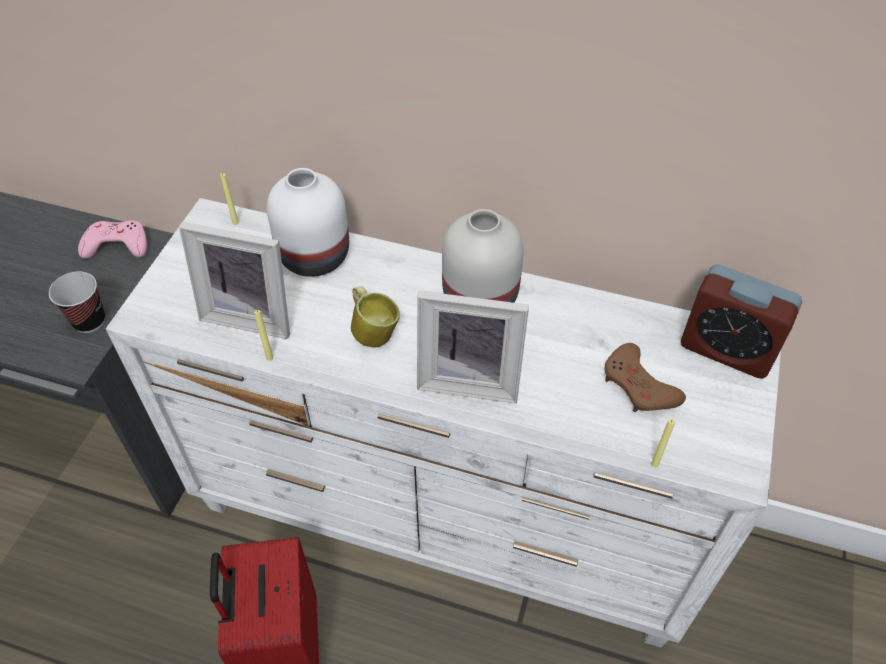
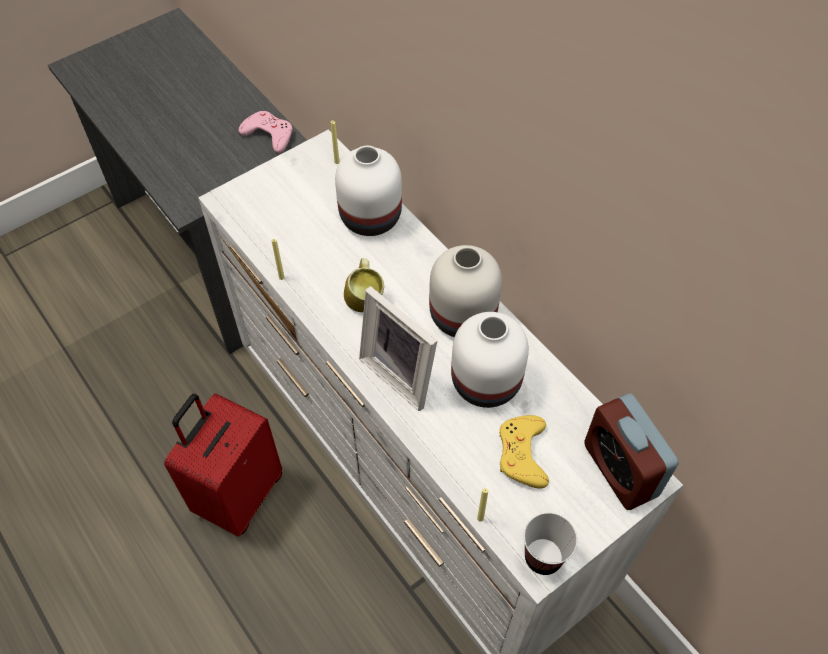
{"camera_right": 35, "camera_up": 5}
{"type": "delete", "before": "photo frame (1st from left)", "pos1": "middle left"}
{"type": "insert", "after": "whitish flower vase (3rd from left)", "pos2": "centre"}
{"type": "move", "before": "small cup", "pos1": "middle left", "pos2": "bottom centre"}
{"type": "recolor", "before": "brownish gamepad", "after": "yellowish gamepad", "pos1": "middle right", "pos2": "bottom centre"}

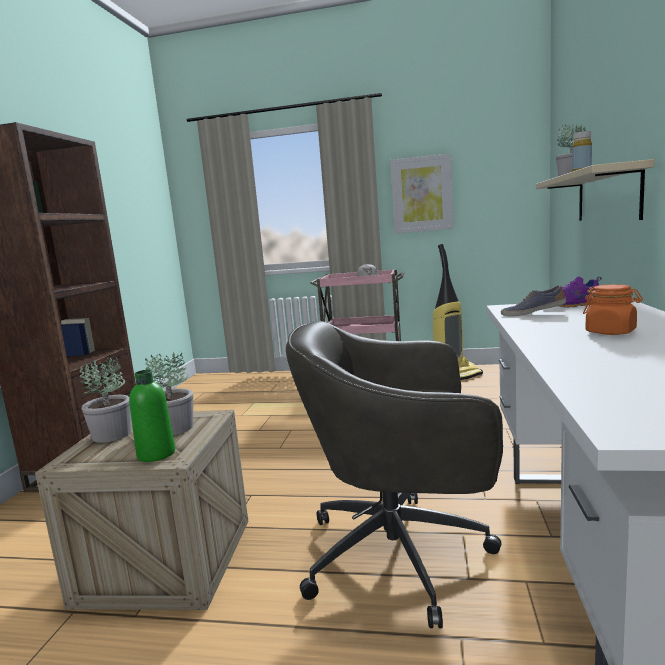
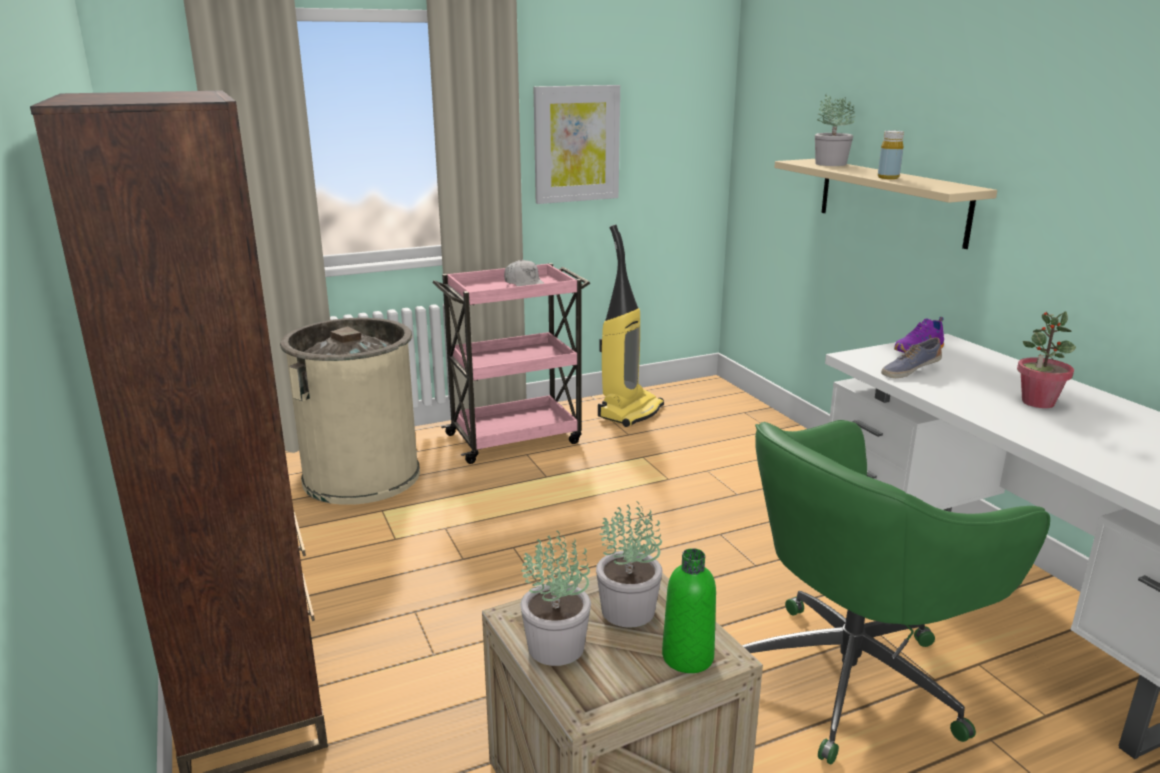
{"camera_right": -35, "camera_up": 10}
{"type": "insert", "after": "sand-coloured rubbish bin", "pos2": "middle left"}
{"type": "replace", "before": "orange-coloured jar", "after": "plant in a pot (4th from left)", "pos1": "middle right", "pos2": "middle right"}
{"type": "recolor", "before": "gray office chair", "after": "greenish office chair", "pos1": "bottom centre", "pos2": "bottom right"}

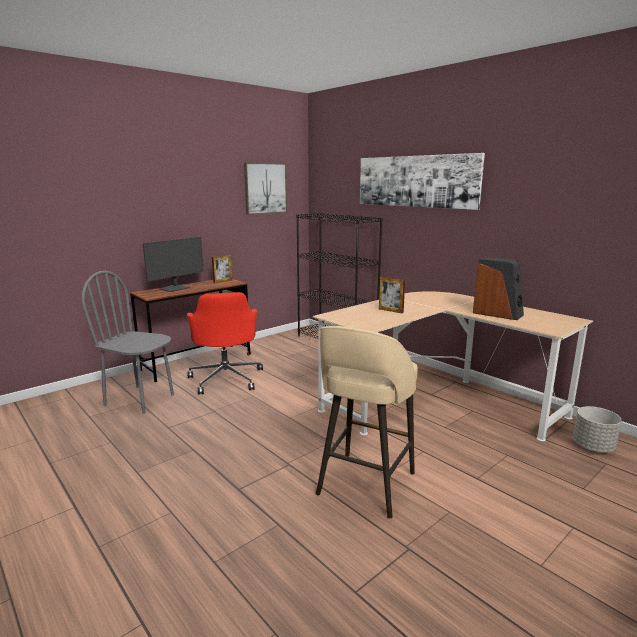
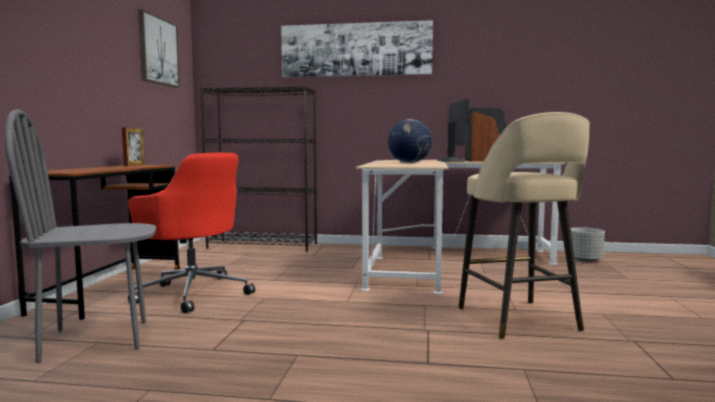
{"camera_right": -40, "camera_up": -10}
{"type": "move", "before": "computer display", "pos1": "middle left", "pos2": "top centre"}
{"type": "replace", "before": "photo frame (2nd from left)", "after": "desk globe", "pos1": "centre", "pos2": "centre"}

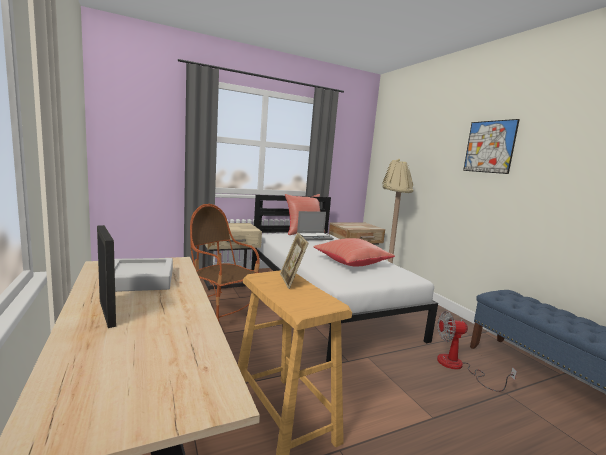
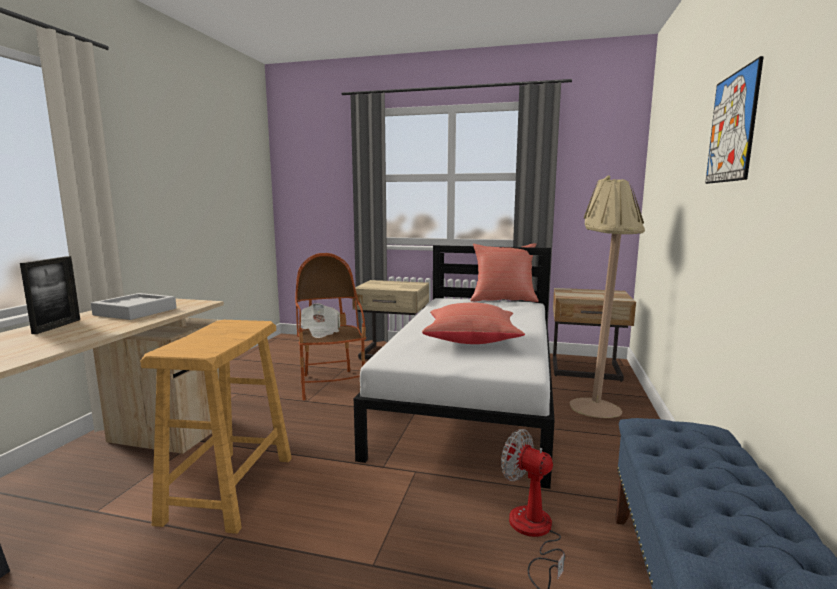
{"camera_right": 40, "camera_up": 0}
{"type": "delete", "before": "photo frame (2nd from left)", "pos1": "centre"}
{"type": "delete", "before": "portable computer", "pos1": "centre"}
{"type": "insert", "after": "daily paper", "pos2": "centre"}

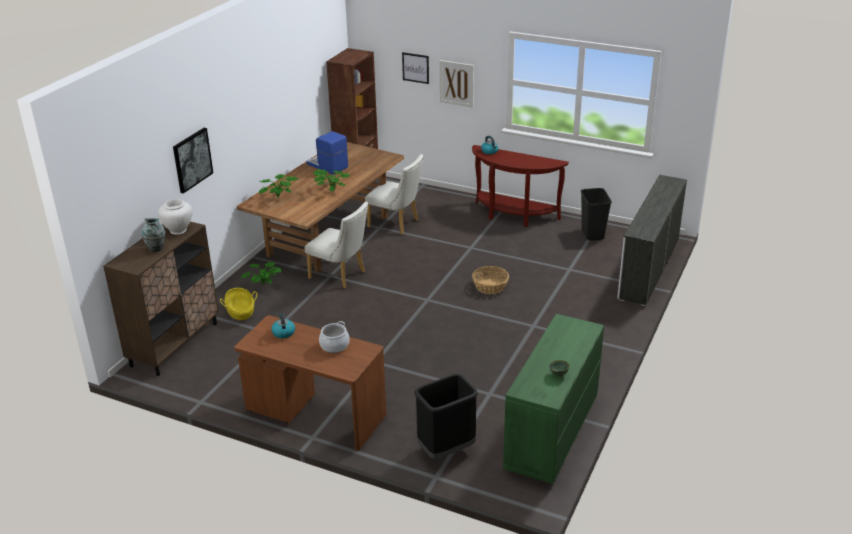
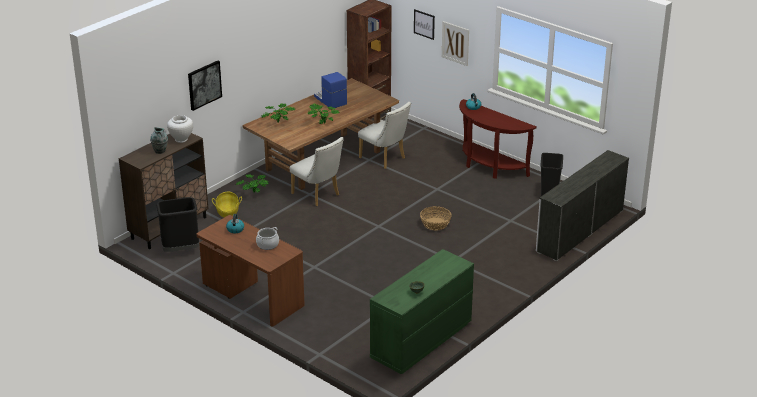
{"camera_right": 15, "camera_up": 0}
{"type": "move", "before": "black rubbish bin (1st from left)", "pos1": "bottom centre", "pos2": "middle left"}

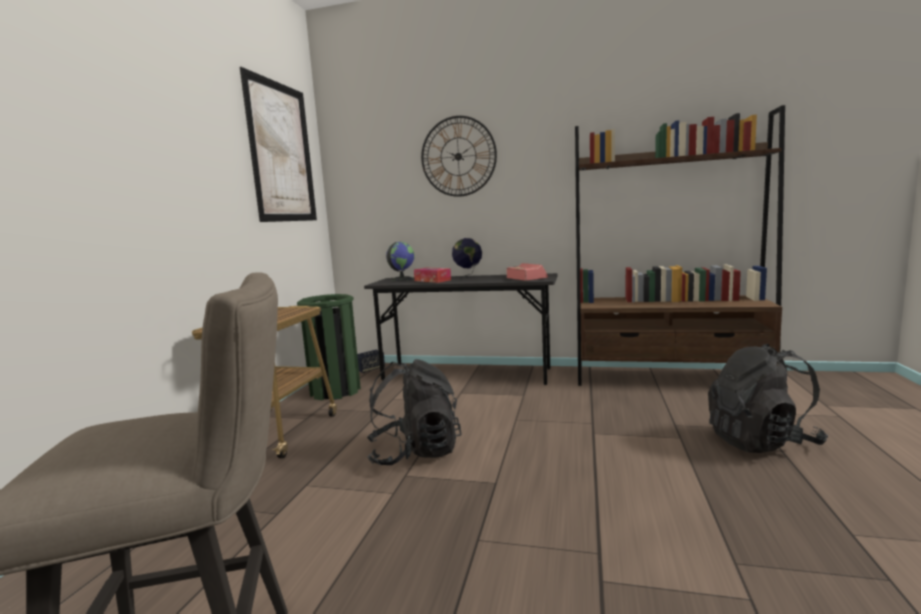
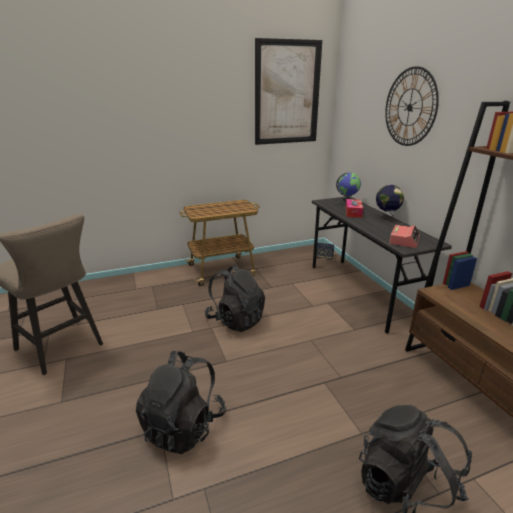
{"camera_right": 55, "camera_up": 15}
{"type": "delete", "before": "greenish rubbish bin", "pos1": "centre"}
{"type": "insert", "after": "black backpack (1st from left)", "pos2": "bottom centre"}

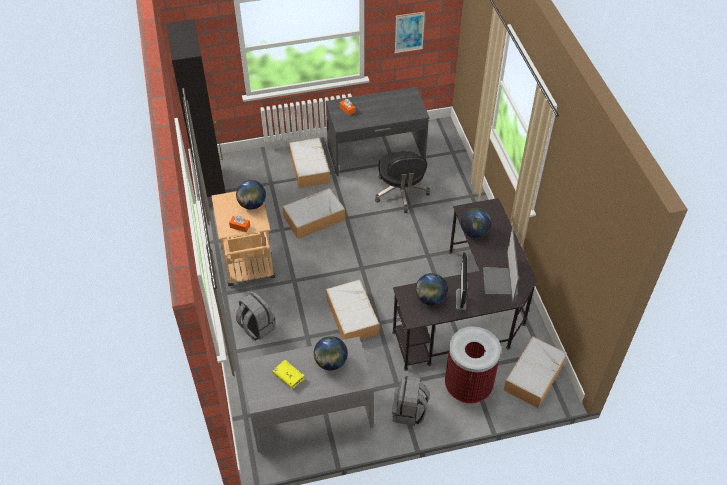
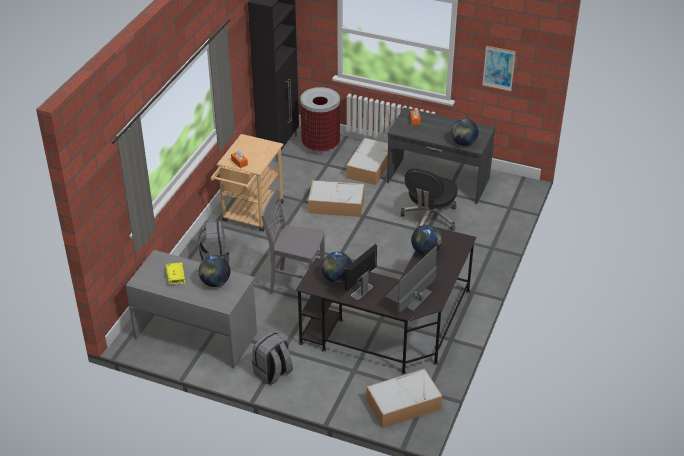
{"camera_right": 35, "camera_up": -10}
{"type": "move", "before": "desk globe (1st from left in the first image)", "after": "desk globe (4th from left)", "pos1": "centre", "pos2": "top right"}
{"type": "move", "before": "rubbish bin", "pos1": "bottom centre", "pos2": "top centre"}
{"type": "replace", "before": "storage box (3rd from left)", "after": "gray upright chair", "pos1": "centre", "pos2": "centre"}

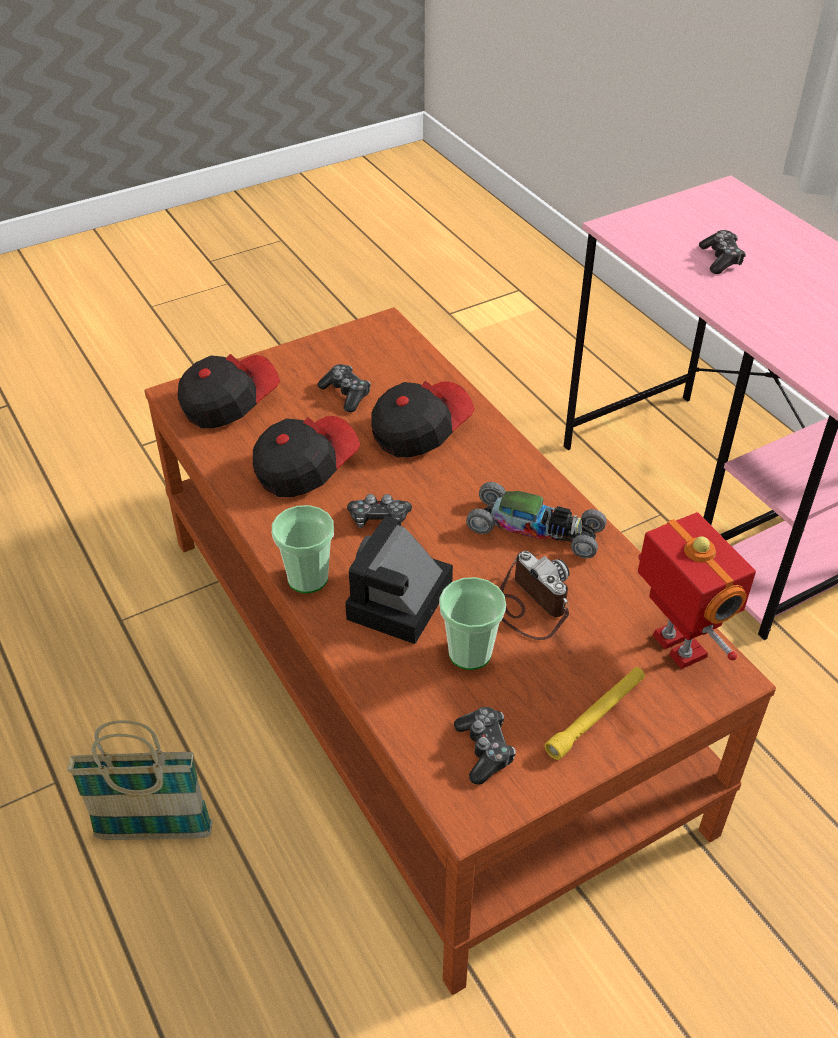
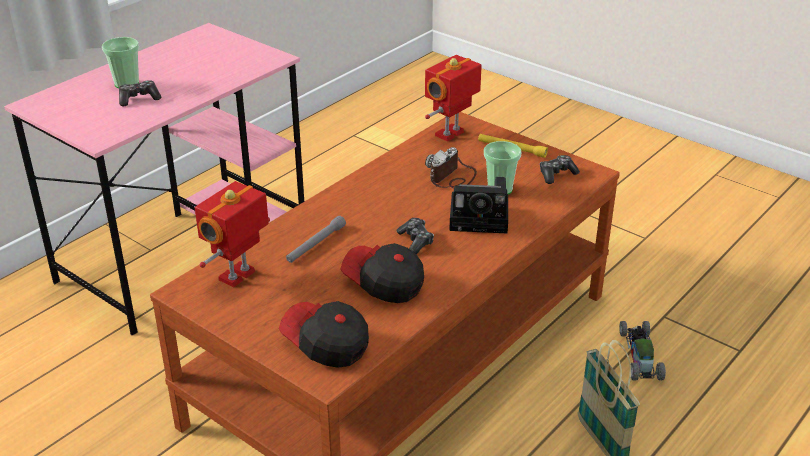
{"camera_right": -110, "camera_up": -10}
{"type": "delete", "before": "gamepad (1st from left)", "pos1": "centre"}
{"type": "insert", "after": "toy robot (1st from left)", "pos2": "middle left"}
{"type": "move", "before": "small cup (1st from left)", "pos1": "centre", "pos2": "top left"}
{"type": "move", "before": "toy car", "pos1": "centre", "pos2": "bottom right"}
{"type": "replace", "before": "peaked cap (3rd from left)", "after": "gray hand torch", "pos1": "centre", "pos2": "centre"}

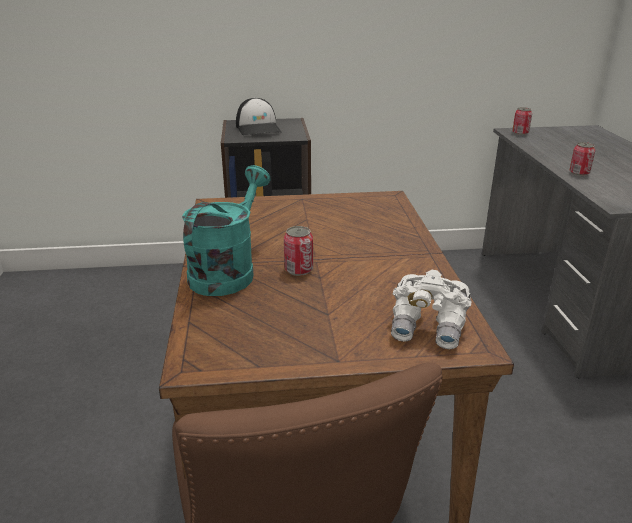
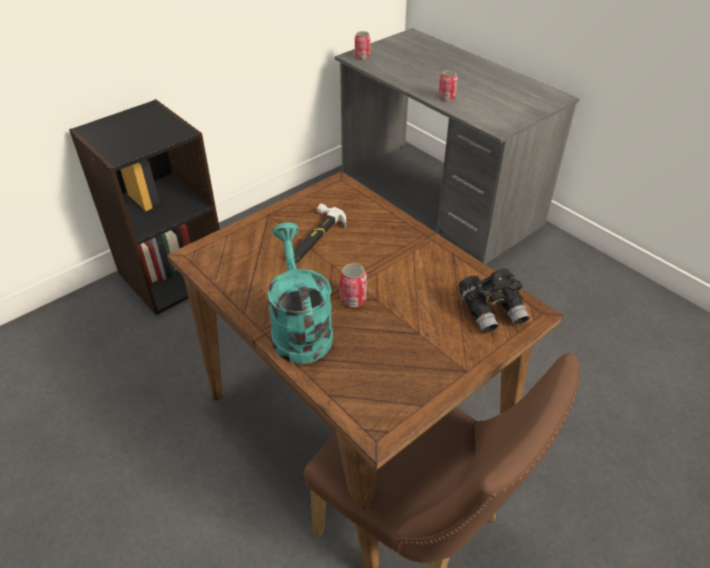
{"camera_right": -35, "camera_up": 15}
{"type": "delete", "before": "peaked cap", "pos1": "top centre"}
{"type": "insert", "after": "hand hammer", "pos2": "centre"}
{"type": "recolor", "before": "whitish pair of binoculars", "after": "black pair of binoculars", "pos1": "middle right", "pos2": "middle right"}

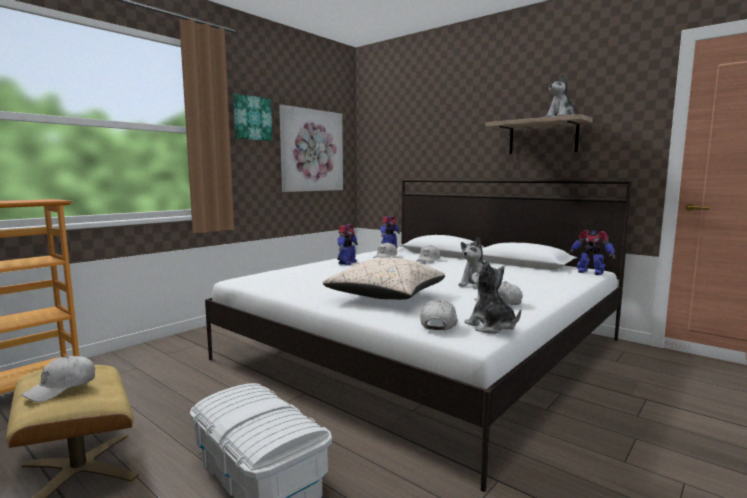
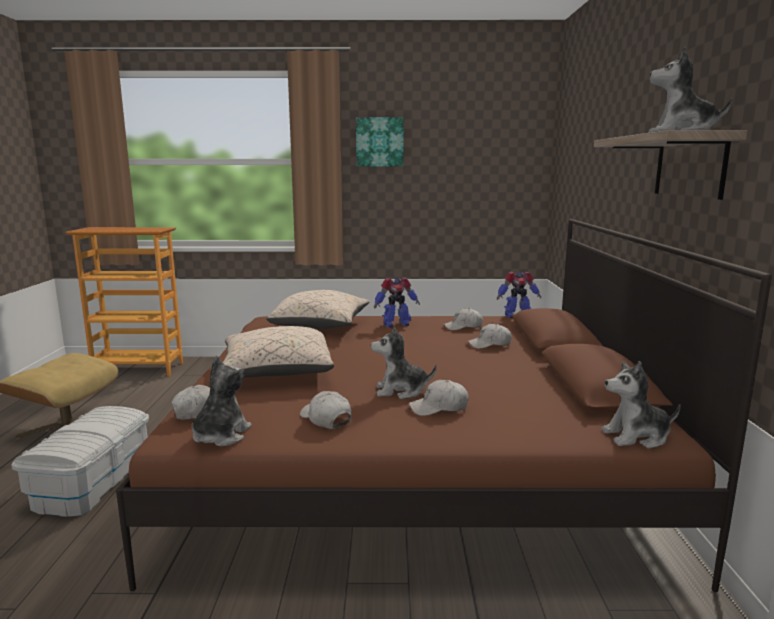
{"camera_right": 50, "camera_up": 5}
{"type": "delete", "before": "picture (2nd from left)", "pos1": "top centre"}
{"type": "insert", "after": "sand-coloured cushion (2nd from left)", "pos2": "centre"}
{"type": "move", "before": "whitish peaked cap (1st from left in the first image)", "after": "whitish peaked cap (3rd from left)", "pos1": "bottom left", "pos2": "centre"}
{"type": "replace", "before": "toy robot (3rd from left)", "after": "soft toy (3rd from left)", "pos1": "middle right", "pos2": "middle right"}
{"type": "recolor", "before": "whitish sleeping bed", "after": "brownish sleeping bed", "pos1": "bottom centre", "pos2": "centre"}

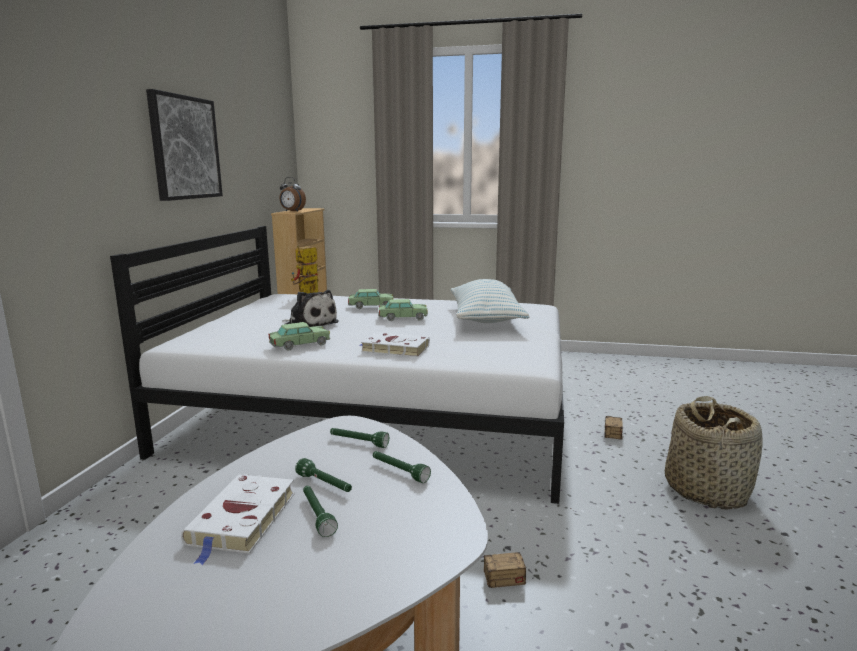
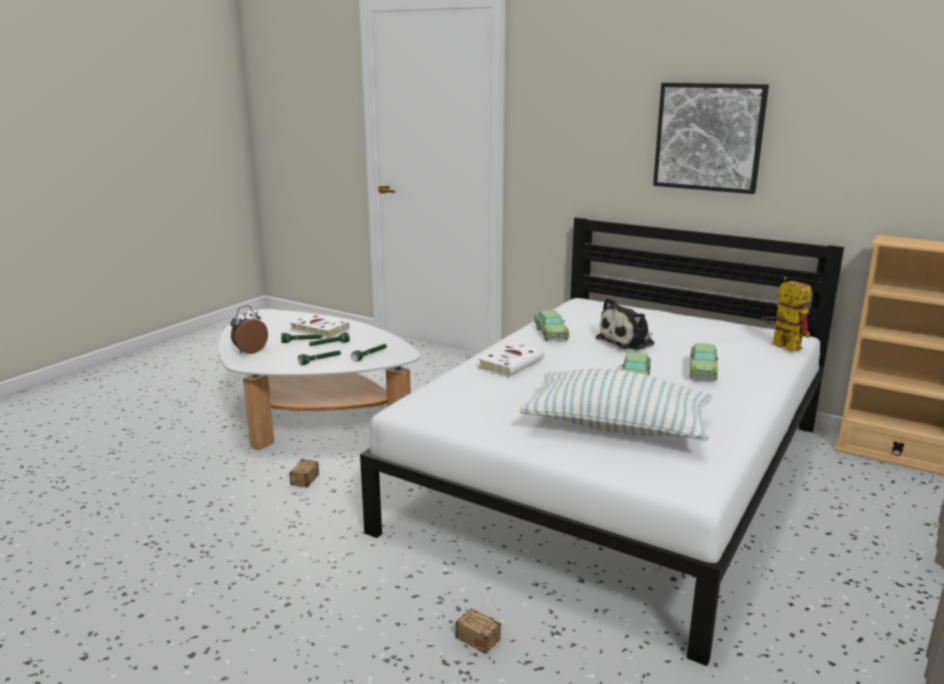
{"camera_right": 110, "camera_up": 5}
{"type": "delete", "before": "household basket", "pos1": "bottom right"}
{"type": "move", "before": "alarm clock", "pos1": "top centre", "pos2": "middle left"}

